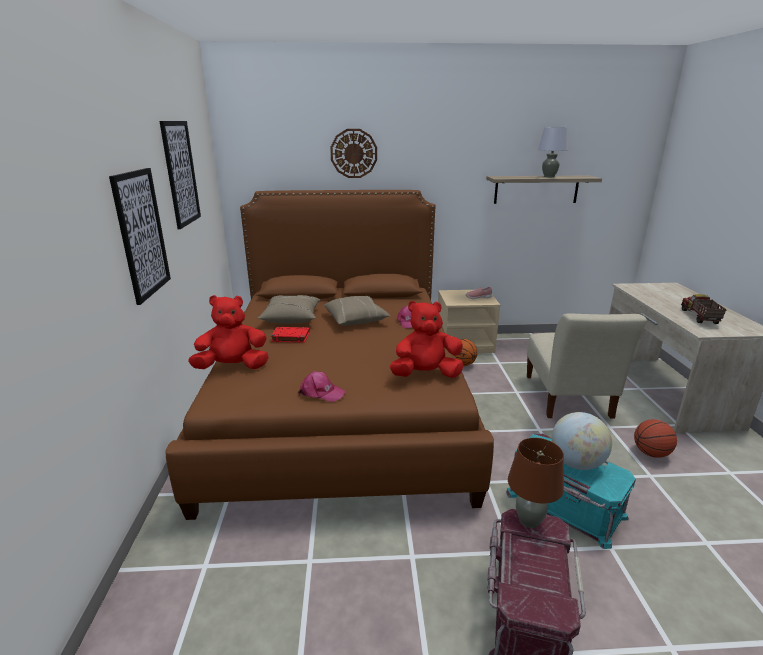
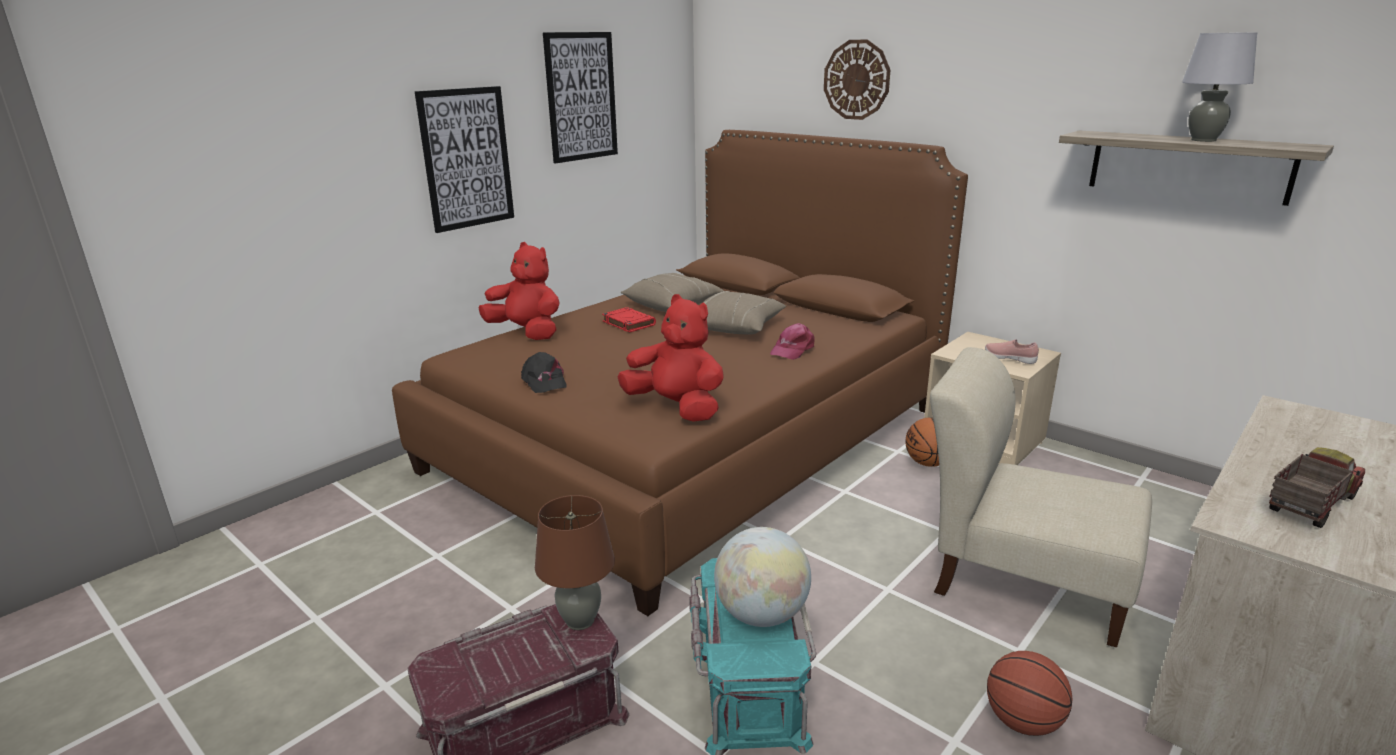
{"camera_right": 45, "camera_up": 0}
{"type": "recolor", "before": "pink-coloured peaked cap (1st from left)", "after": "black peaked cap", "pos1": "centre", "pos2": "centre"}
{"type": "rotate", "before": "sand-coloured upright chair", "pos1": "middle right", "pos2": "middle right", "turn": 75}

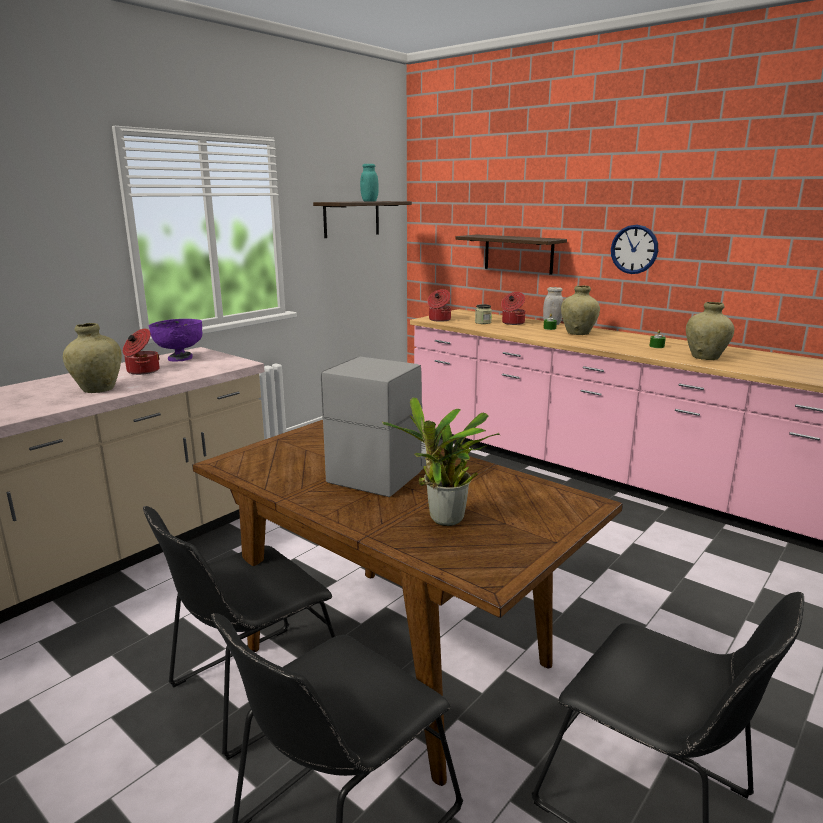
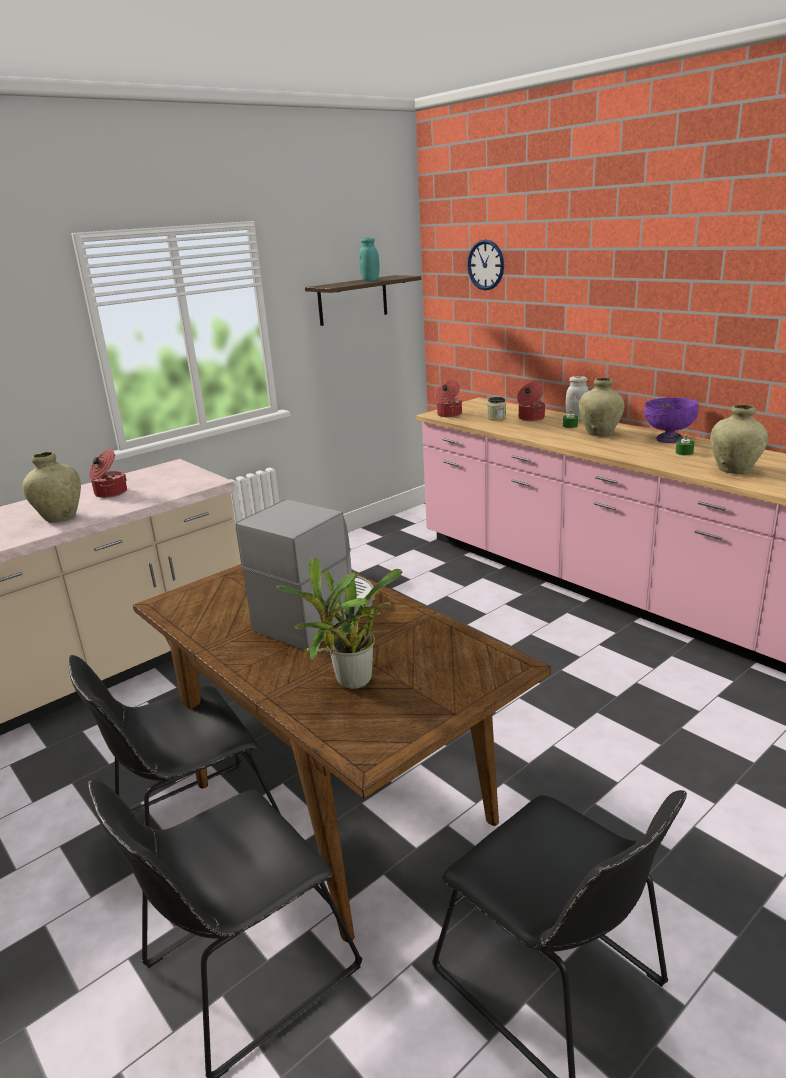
{"camera_right": 10, "camera_up": 5}
{"type": "delete", "before": "shelf (2nd from left)", "pos1": "top centre"}
{"type": "move", "before": "purple serving bowl", "pos1": "middle left", "pos2": "middle right"}
{"type": "move", "before": "wall clock", "pos1": "top right", "pos2": "top centre"}

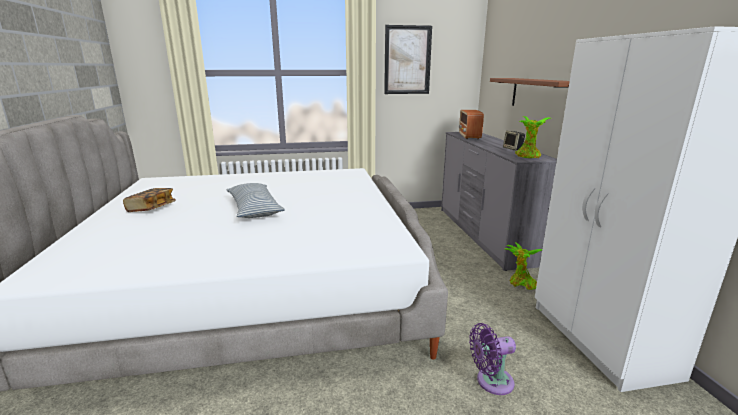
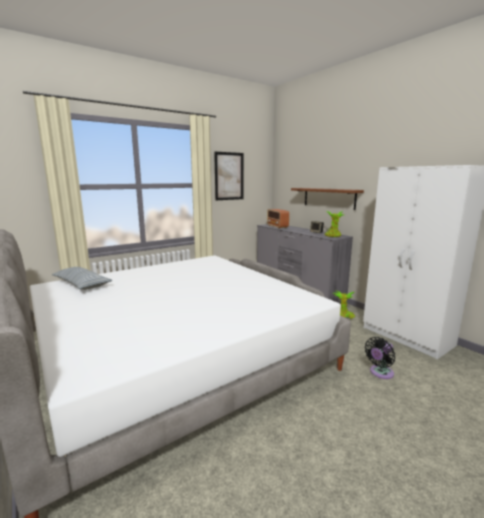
{"camera_right": -25, "camera_up": -5}
{"type": "delete", "before": "volume", "pos1": "middle left"}
{"type": "move", "before": "cushion", "pos1": "centre", "pos2": "middle left"}
{"type": "recolor", "before": "purple electric fan", "after": "black electric fan", "pos1": "bottom right", "pos2": "bottom right"}

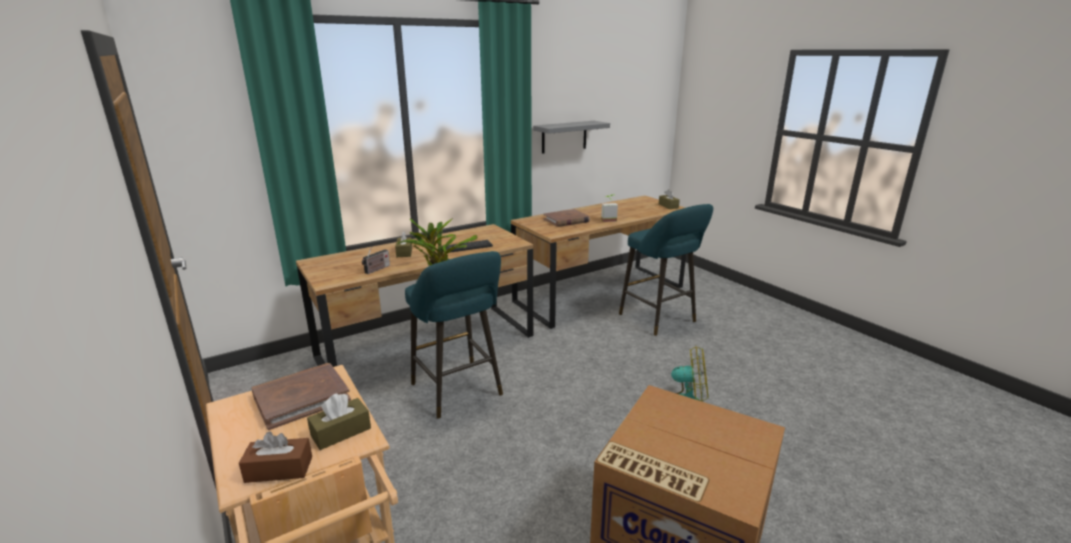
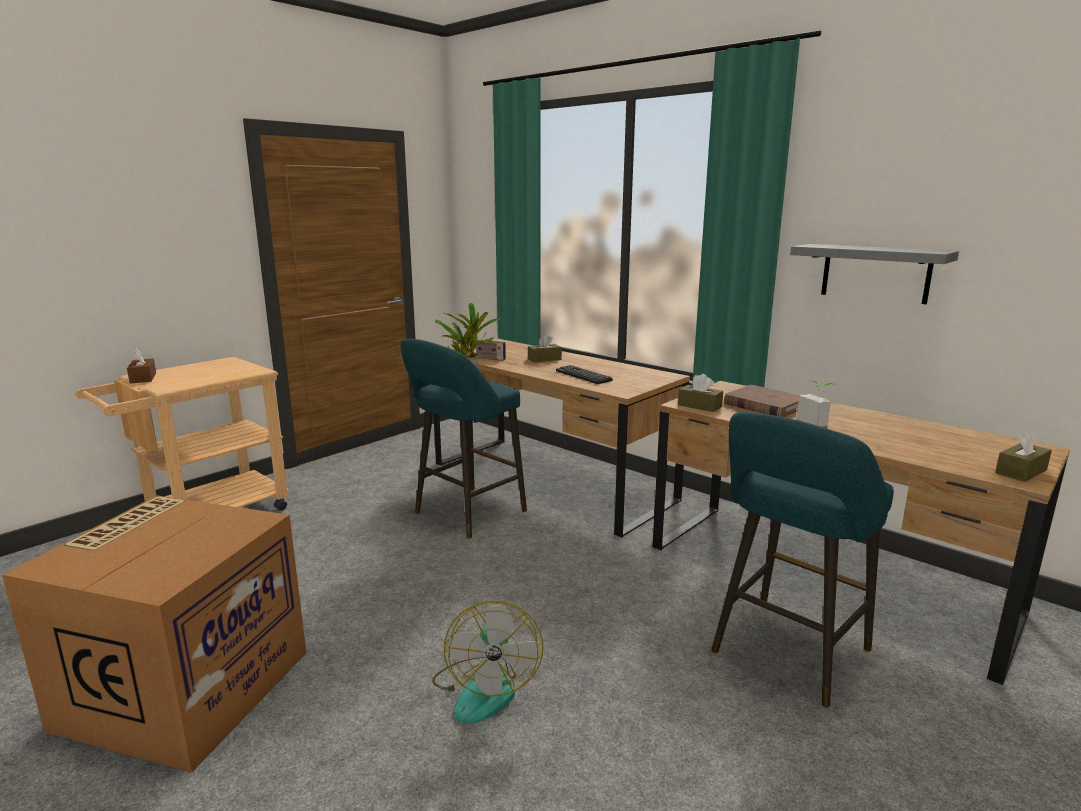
{"camera_right": 75, "camera_up": -5}
{"type": "delete", "before": "brownish volume (1st from left)", "pos1": "bottom left"}
{"type": "move", "before": "brownish box of tissues (2nd from left in the first image)", "after": "brownish box of tissues (3rd from left)", "pos1": "bottom left", "pos2": "centre"}

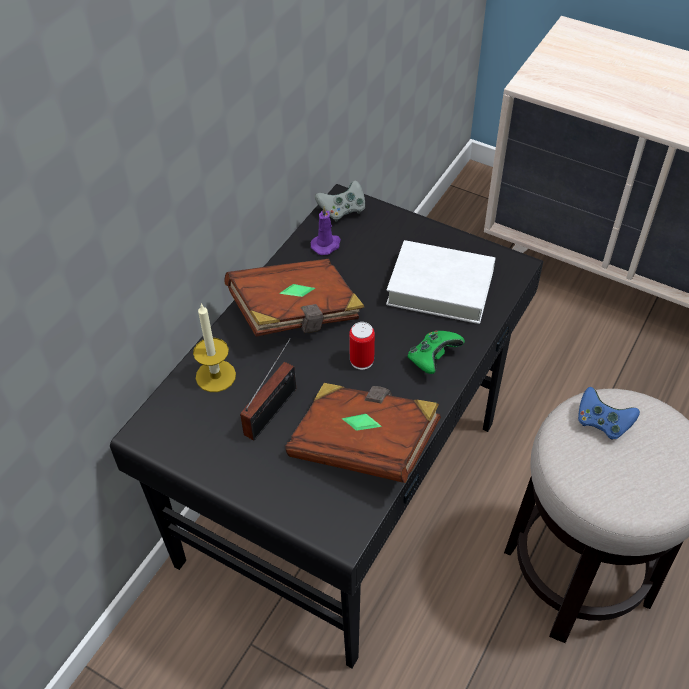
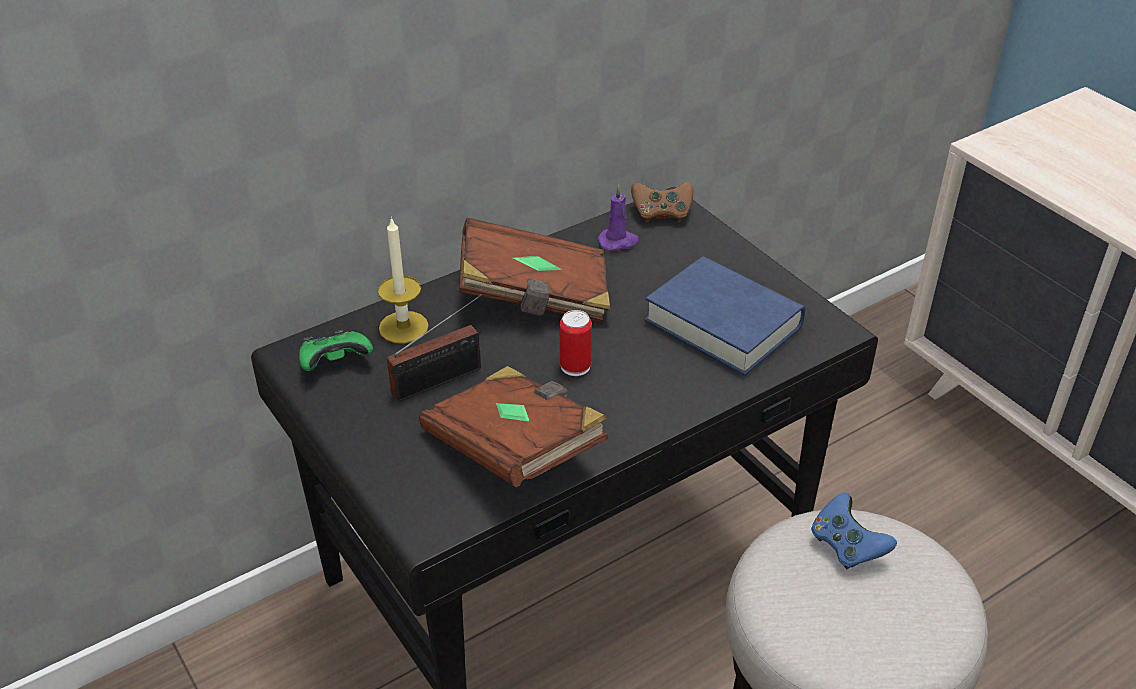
{"camera_right": 25, "camera_up": -10}
{"type": "move", "before": "greenish gamepad", "pos1": "centre", "pos2": "middle left"}
{"type": "recolor", "before": "gray gamepad", "after": "brownish gamepad", "pos1": "top centre", "pos2": "top centre"}
{"type": "recolor", "before": "whitish volume", "after": "blue volume", "pos1": "centre", "pos2": "centre"}

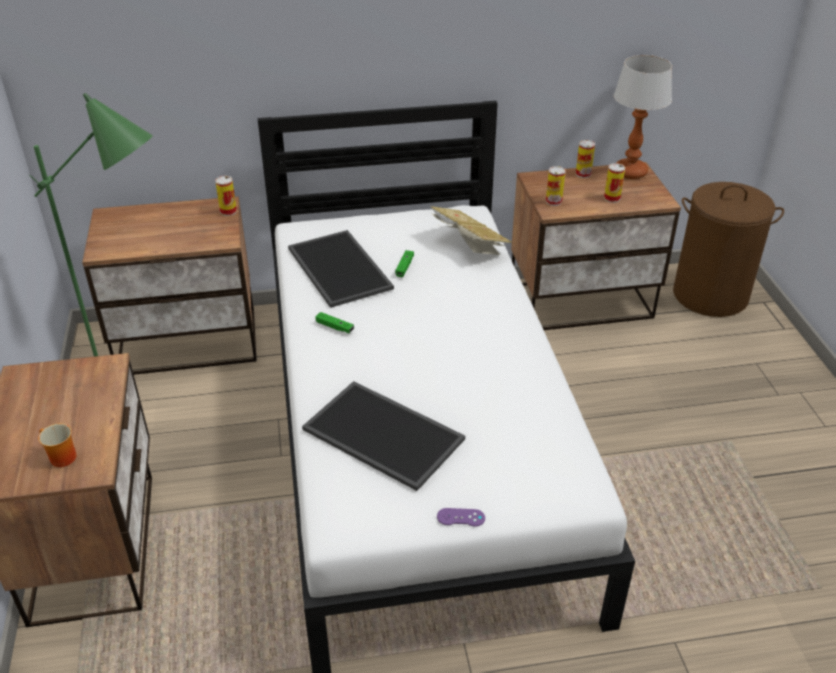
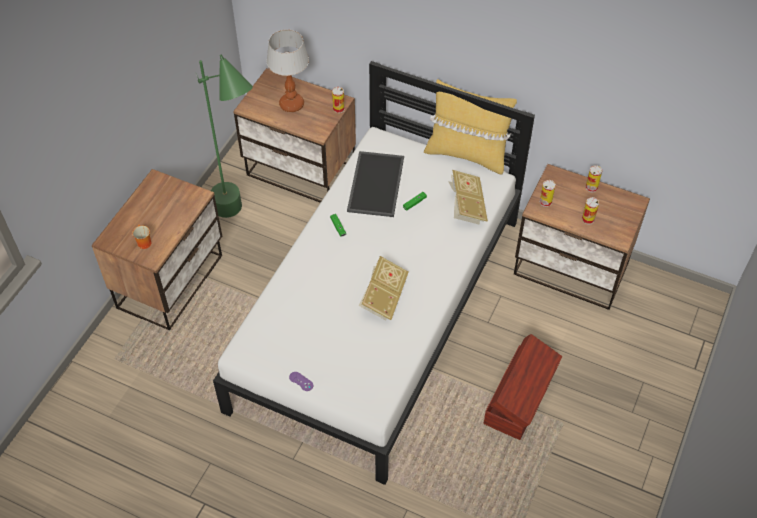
{"camera_right": 35, "camera_up": 15}
{"type": "delete", "before": "serving tray (2nd from left)", "pos1": "centre"}
{"type": "delete", "before": "brownish laundry basket", "pos1": "middle right"}
{"type": "insert", "after": "volume (1st from left)", "pos2": "centre"}
{"type": "insert", "after": "yellowish cushion", "pos2": "top centre"}
{"type": "insert", "after": "brownish storage box", "pos2": "bottom right"}
{"type": "move", "before": "tabletop lamp", "pos1": "top right", "pos2": "top centre"}

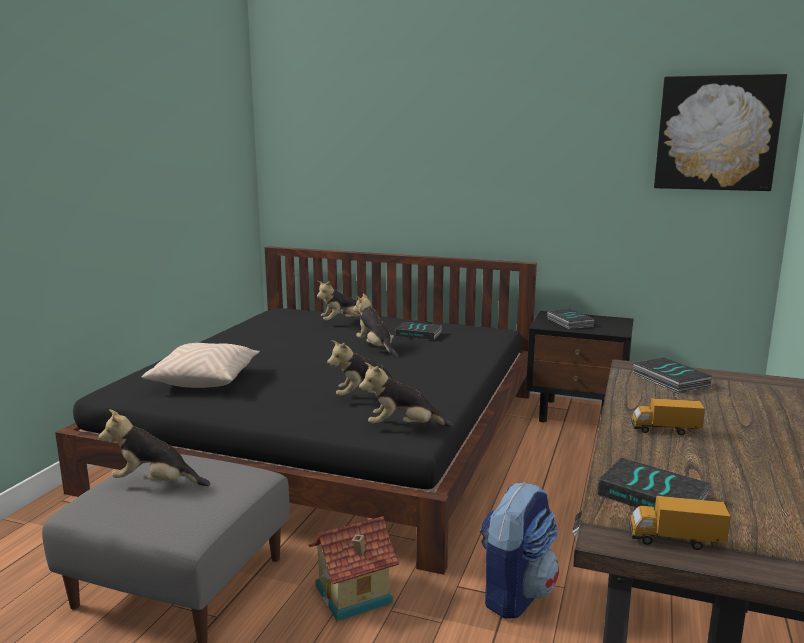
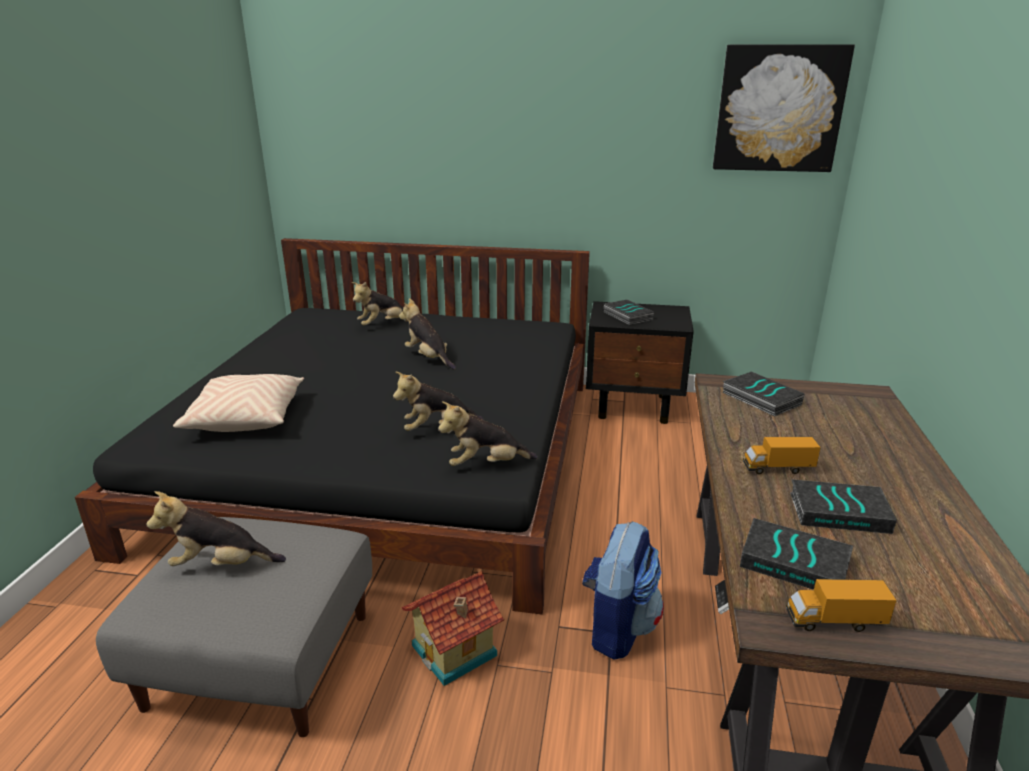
{"camera_right": -10, "camera_up": 10}
{"type": "move", "before": "volume (1st from left in the first image)", "after": "volume (4th from left)", "pos1": "centre", "pos2": "middle right"}

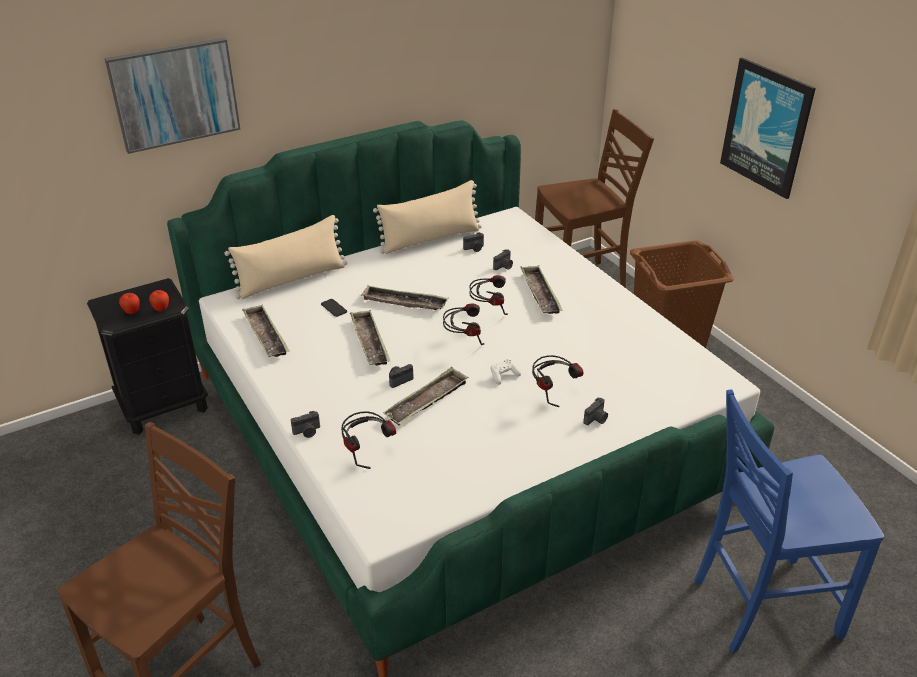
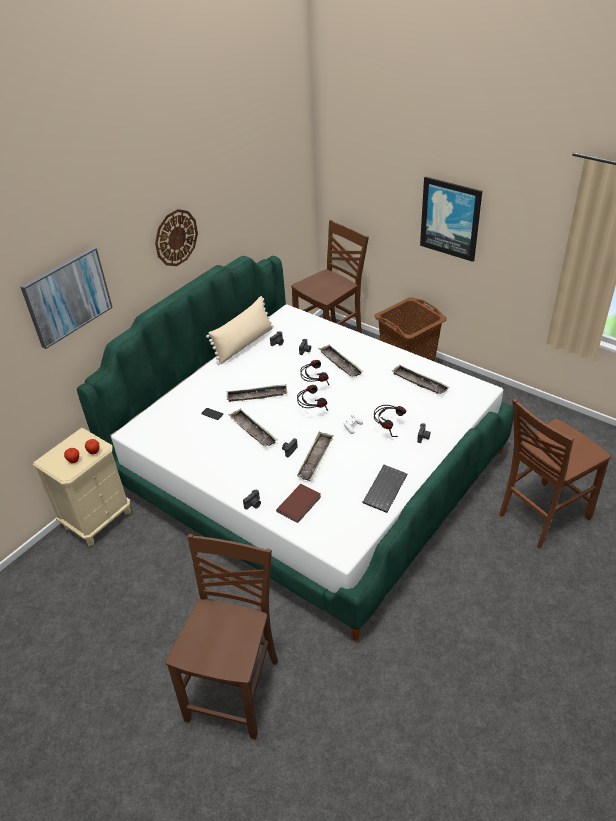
{"camera_right": -20, "camera_up": 5}
{"type": "delete", "before": "sand-coloured cushion (1st from left)", "pos1": "middle left"}
{"type": "insert", "after": "wall clock", "pos2": "top left"}
{"type": "insert", "after": "computer keyboard", "pos2": "centre"}
{"type": "move", "before": "serving tray (1st from left in the first image)", "after": "serving tray (5th from left)", "pos1": "middle left", "pos2": "middle right"}
{"type": "replace", "before": "headset (1st from left)", "after": "brownish volume", "pos1": "centre", "pos2": "centre"}
{"type": "recolor", "before": "black bedside table", "after": "sand-coloured bedside table", "pos1": "middle left", "pos2": "middle left"}
{"type": "recolor", "before": "blue upright chair", "after": "brownish upright chair (3rd from left)", "pos1": "bottom right", "pos2": "middle right"}

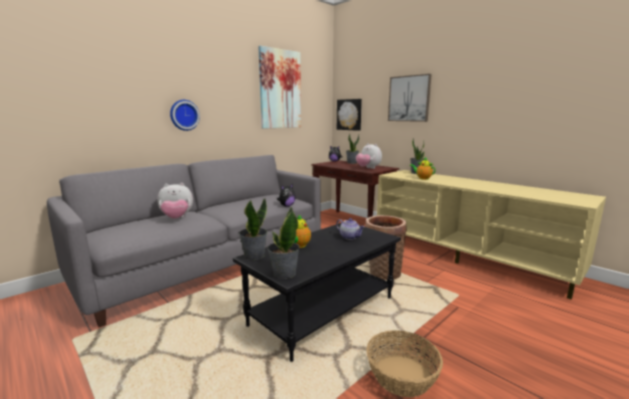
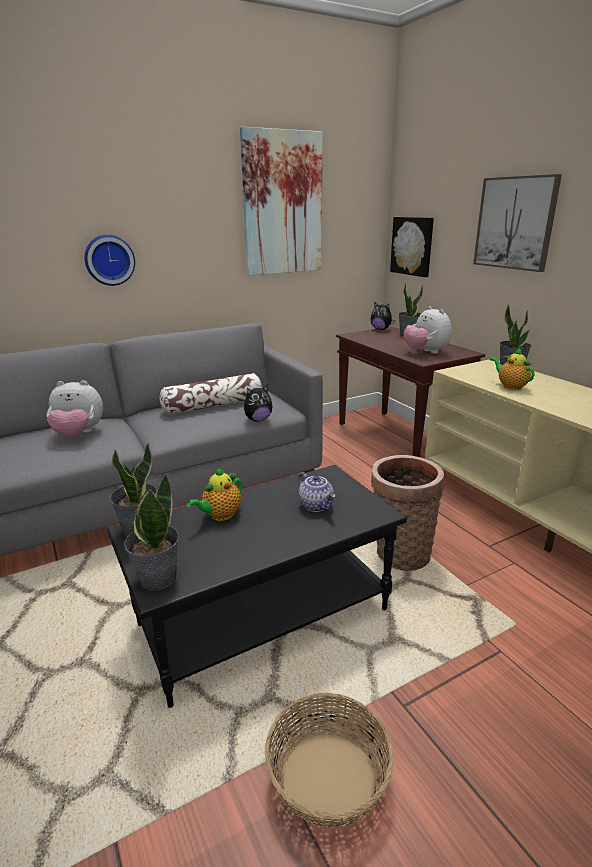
{"camera_right": 15, "camera_up": 10}
{"type": "insert", "after": "cushion", "pos2": "centre"}

